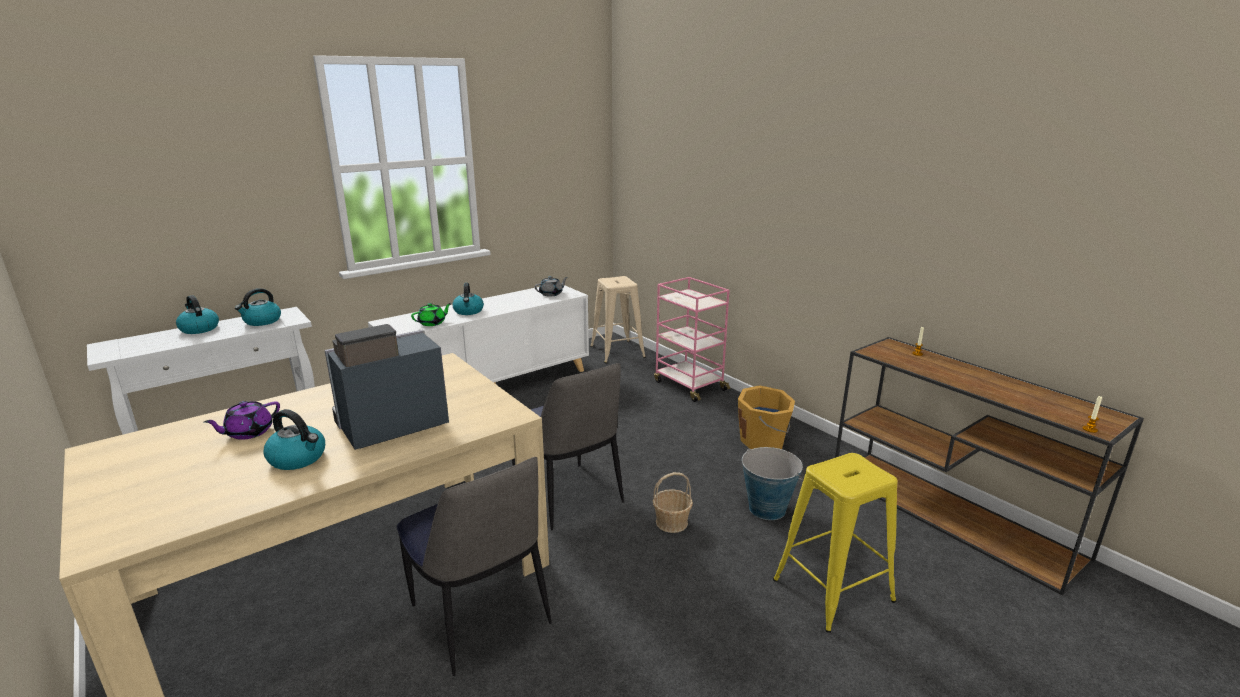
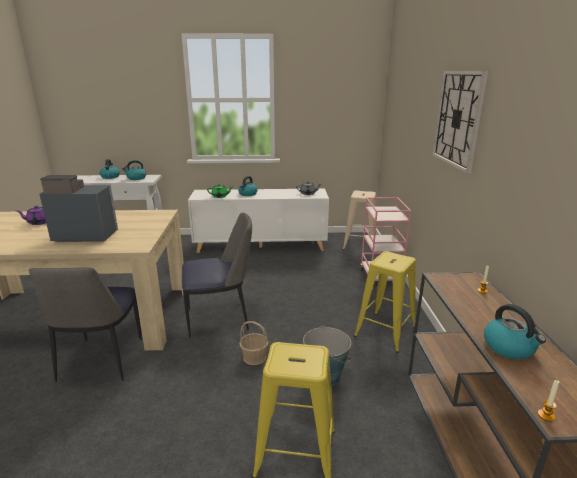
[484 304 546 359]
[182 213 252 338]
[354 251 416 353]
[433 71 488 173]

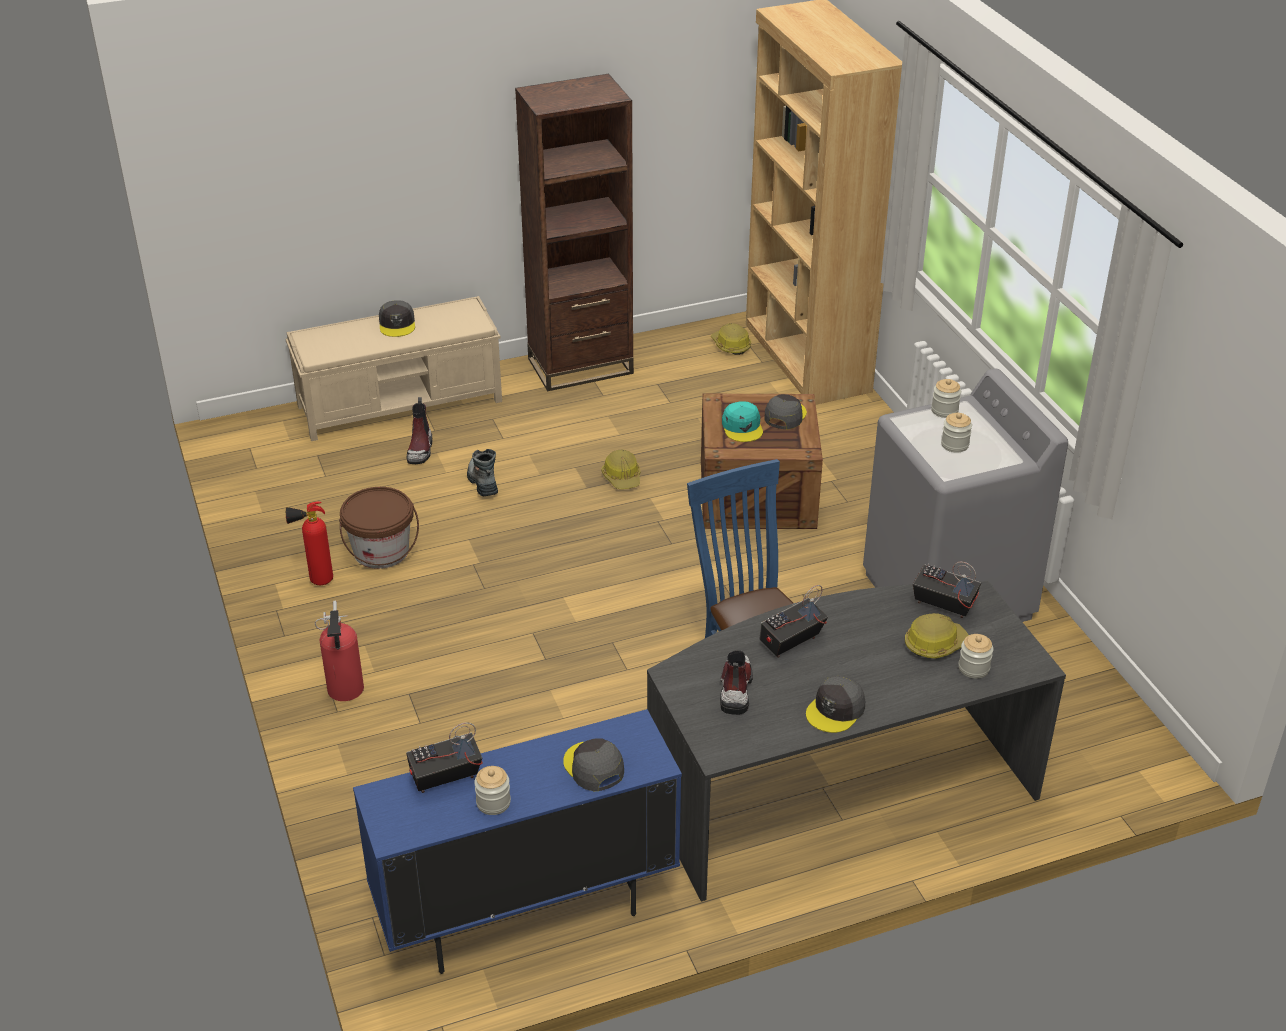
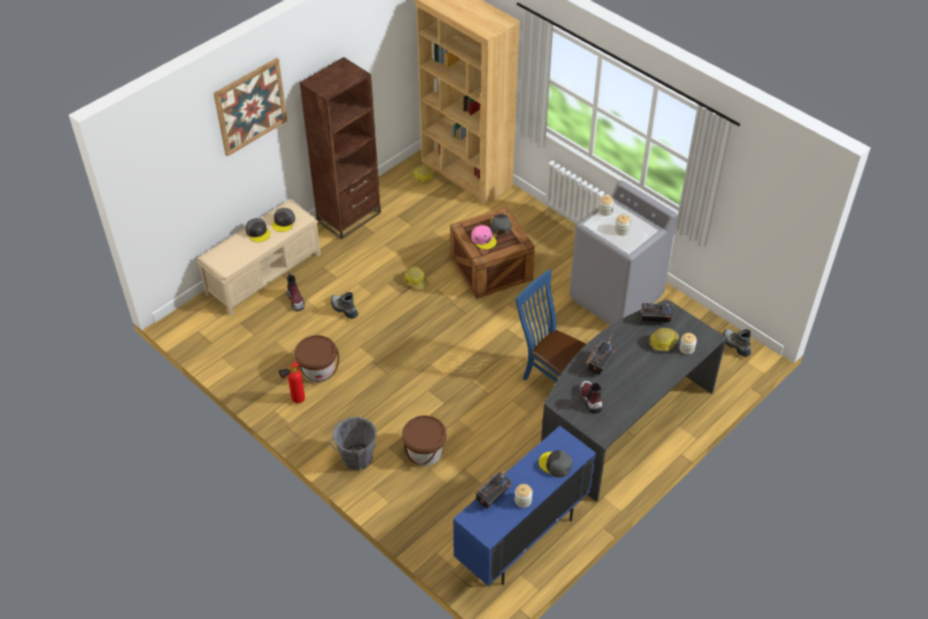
[330 417 377 470]
[471 225 496 249]
[272 208 295 232]
[214 58 287 157]
[402 415 446 466]
[723 329 751 357]

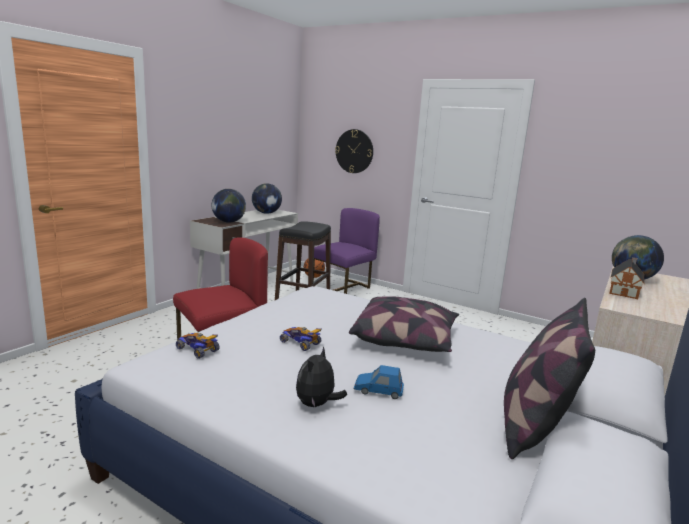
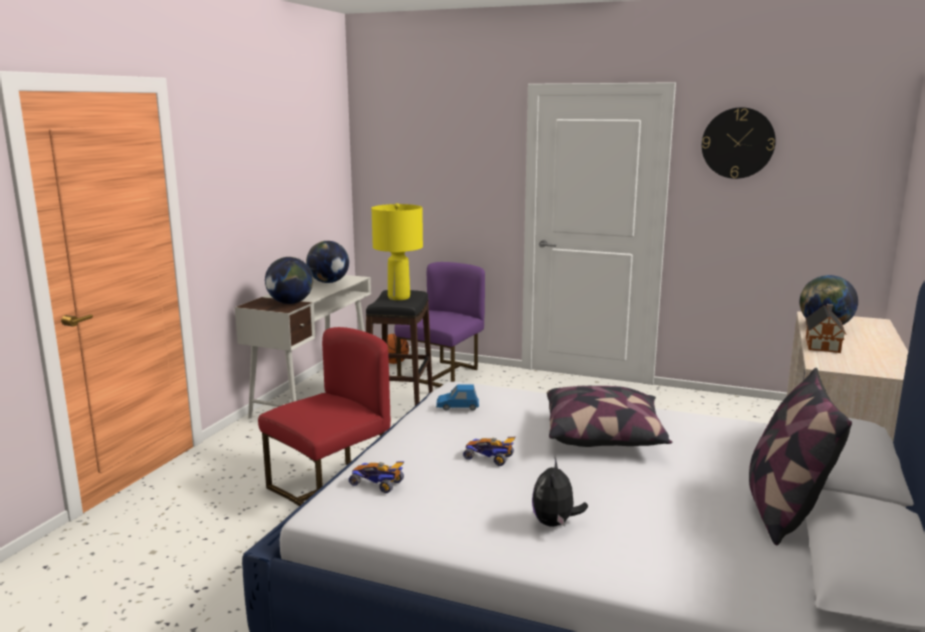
[702 107 776 179]
[436 384 479 411]
[371 203 423 300]

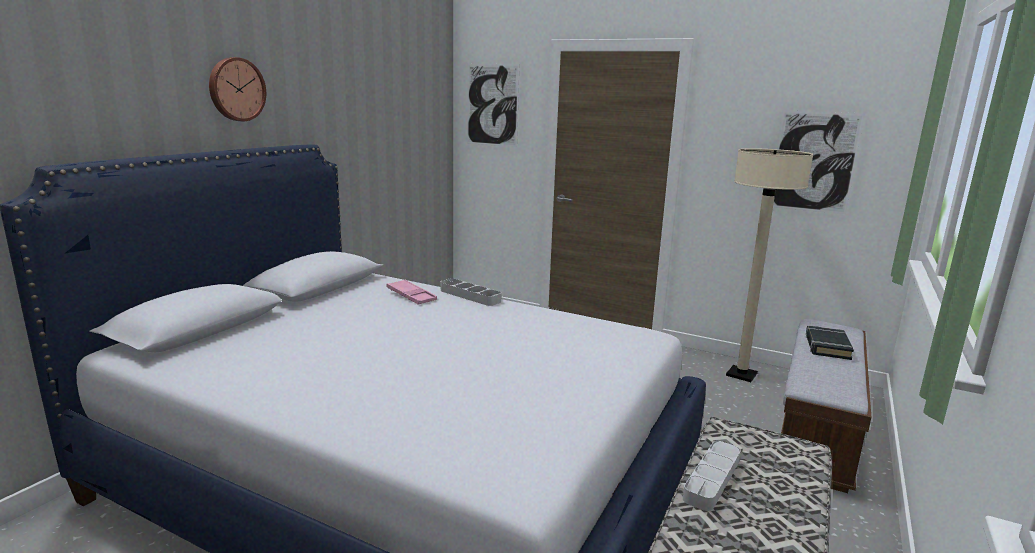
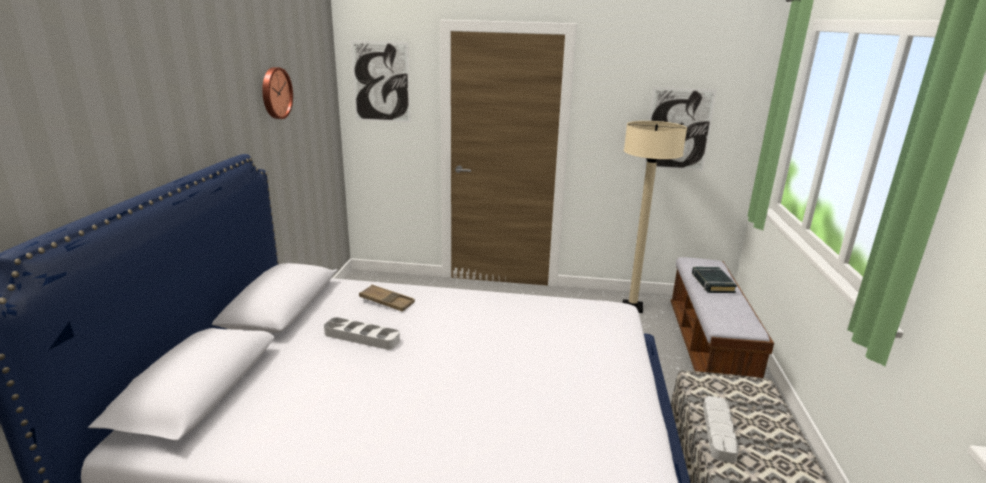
[262 67 293 119]
[359 285 415 312]
[324 317 400 350]

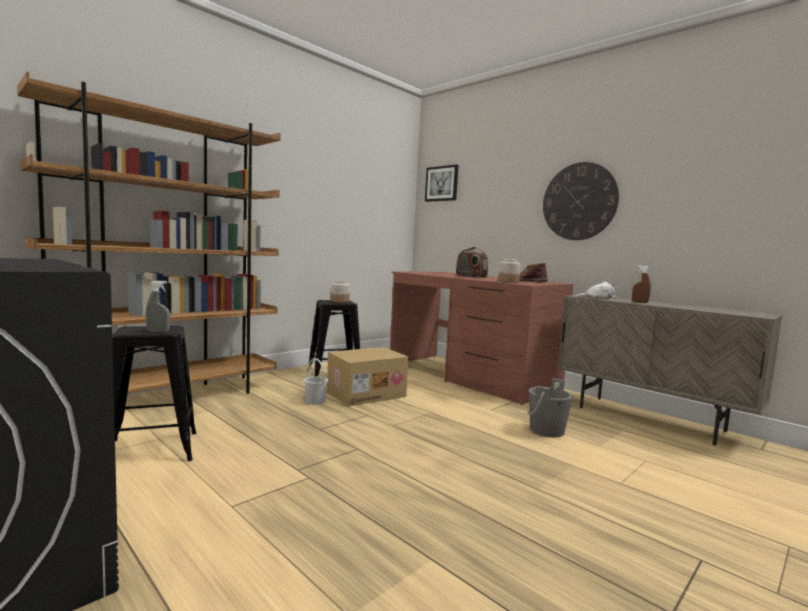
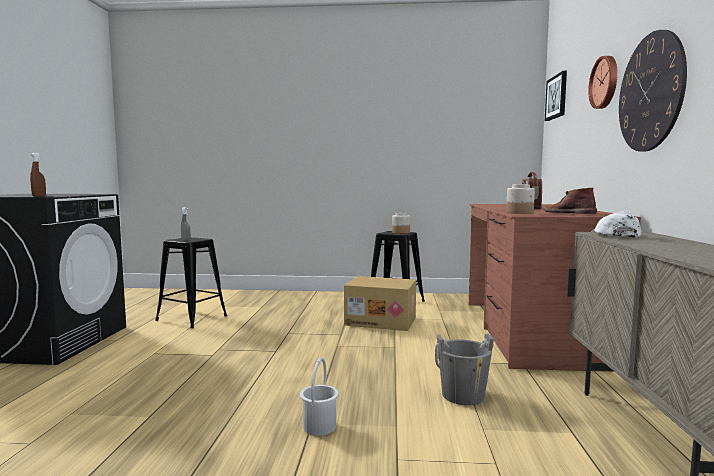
[17 72 281 394] (first image)
[300 357 339 436]
[30 153 46 197]
[588 56 618 109]

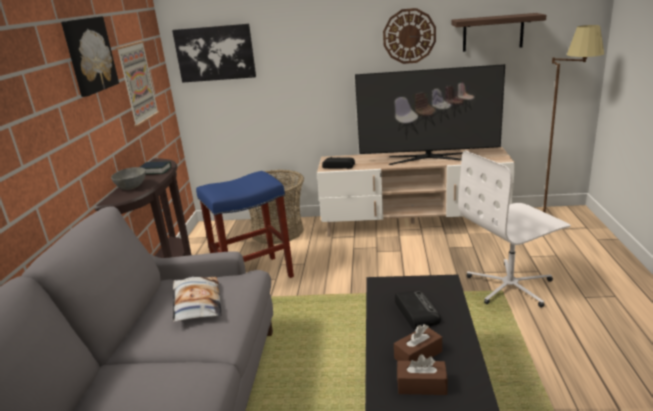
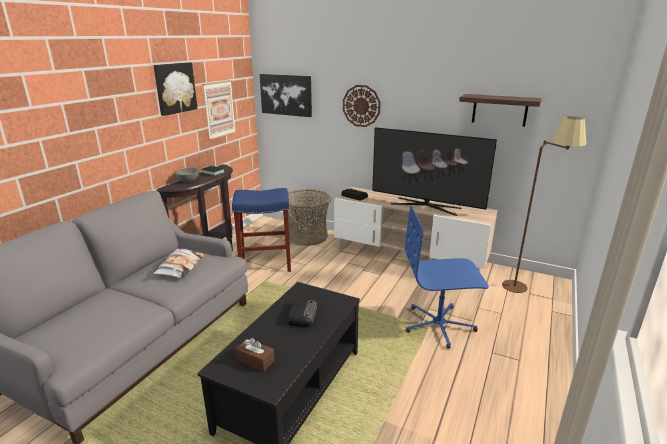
[343 85 381 127]
[394 324 442 361] (first image)
[405 205 489 349]

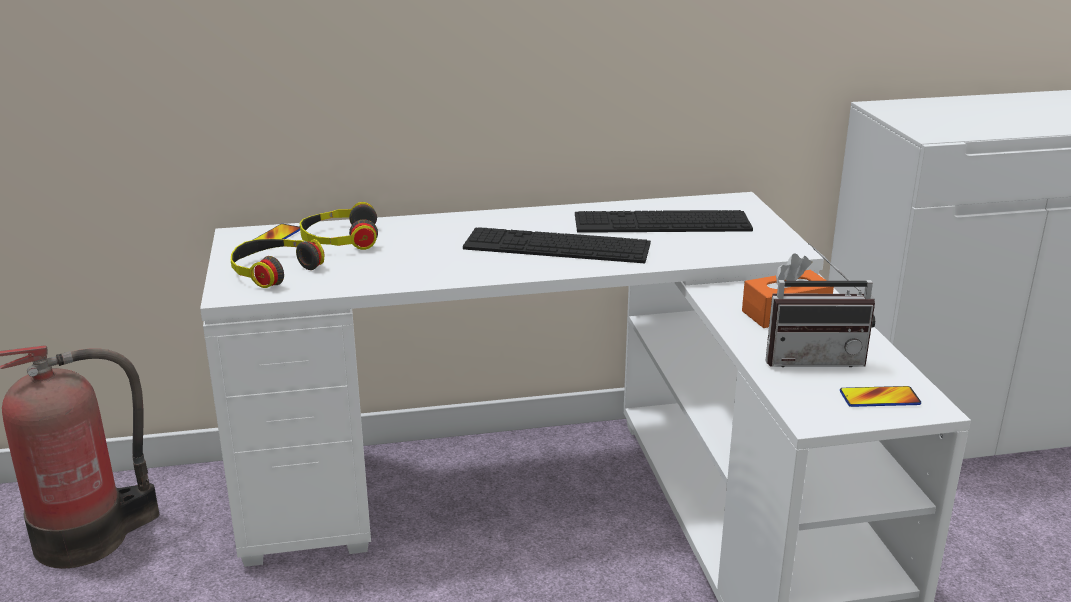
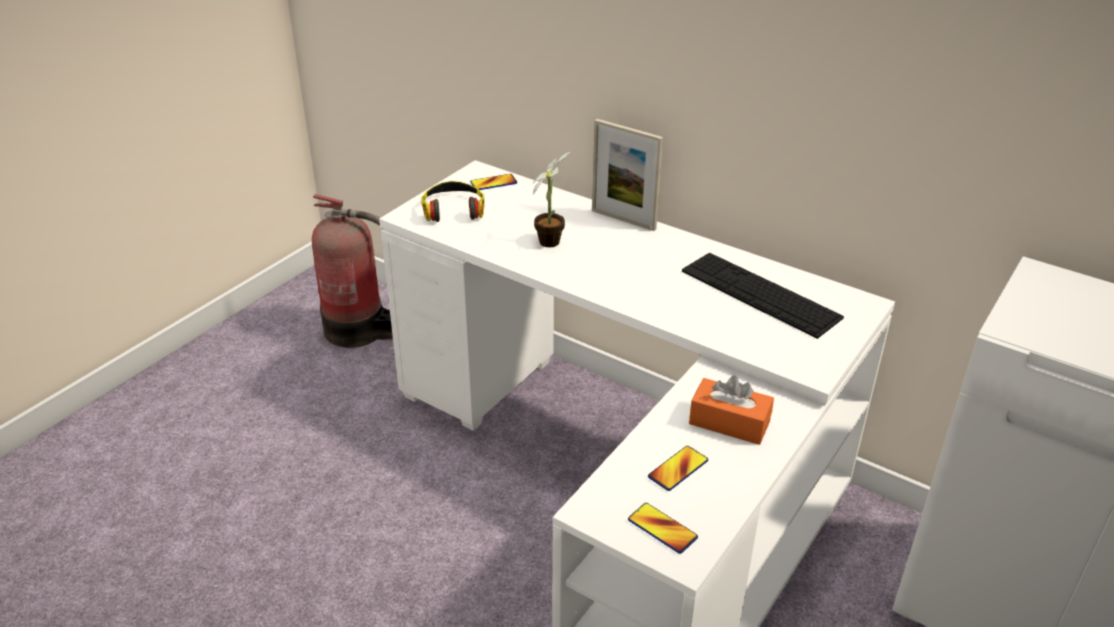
[299 202 378 250] (first image)
[463 227 651 263] (first image)
[648 446 708 491]
[532 152 570 247]
[592 119 663 231]

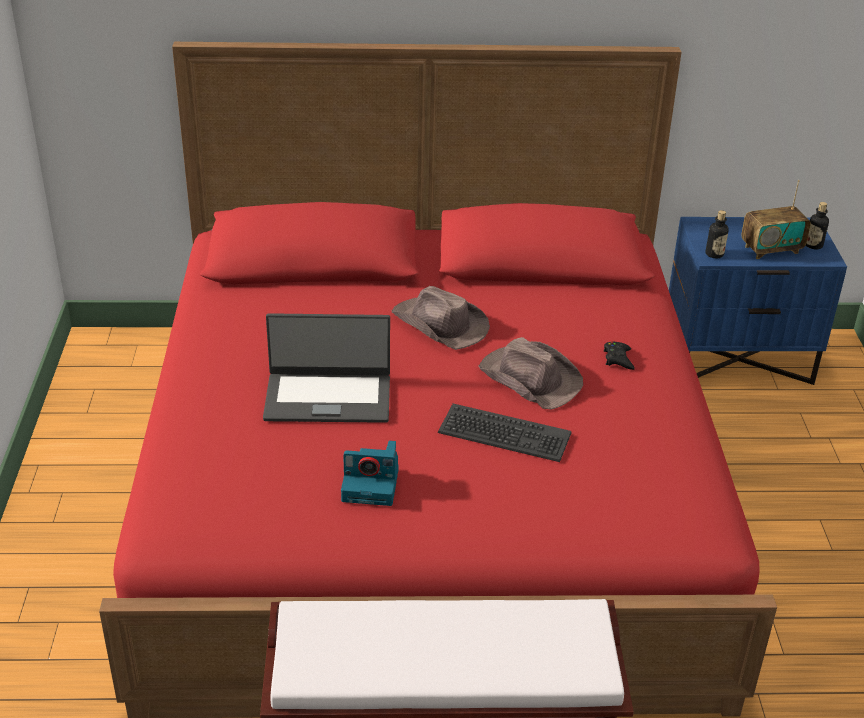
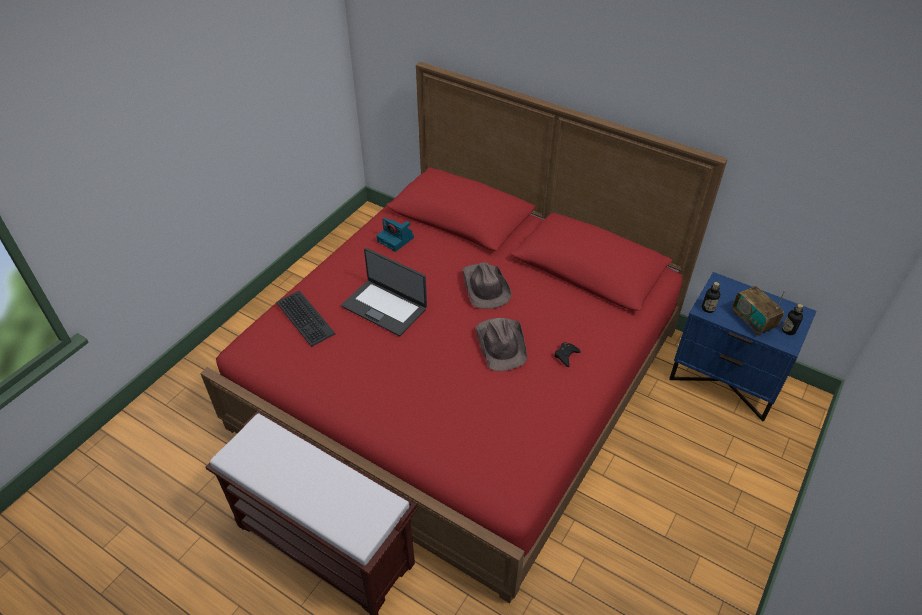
[376 218 414 252]
[276 290 335 347]
[732 286 785 336]

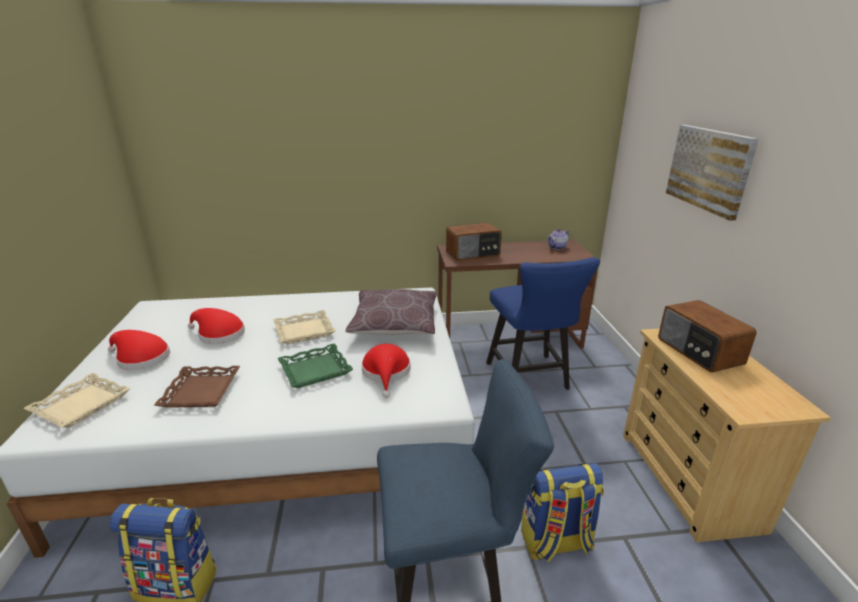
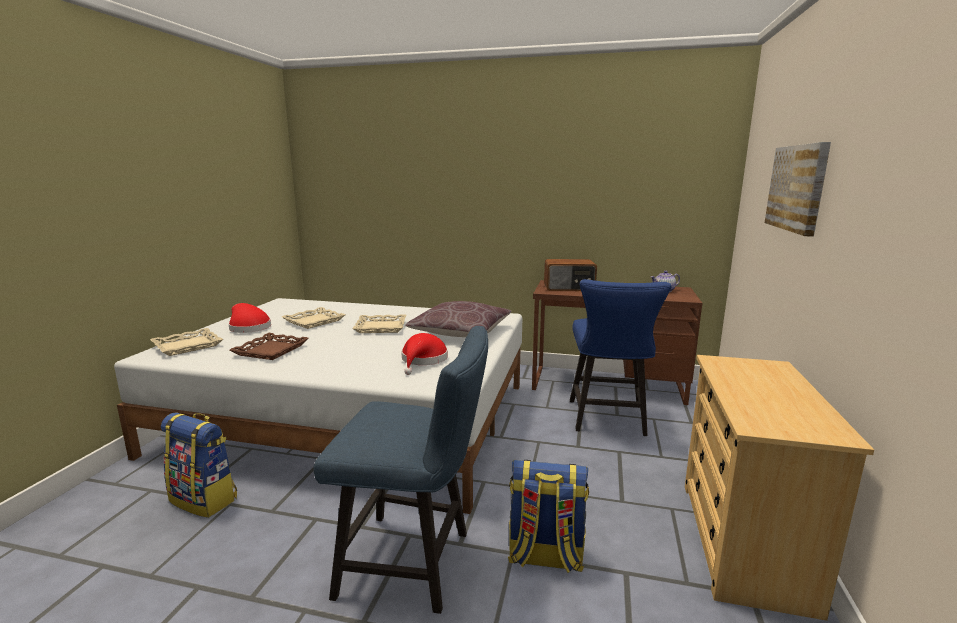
[282 307 345 329]
[277 344 353 388] (first image)
[658 300 757 372] (first image)

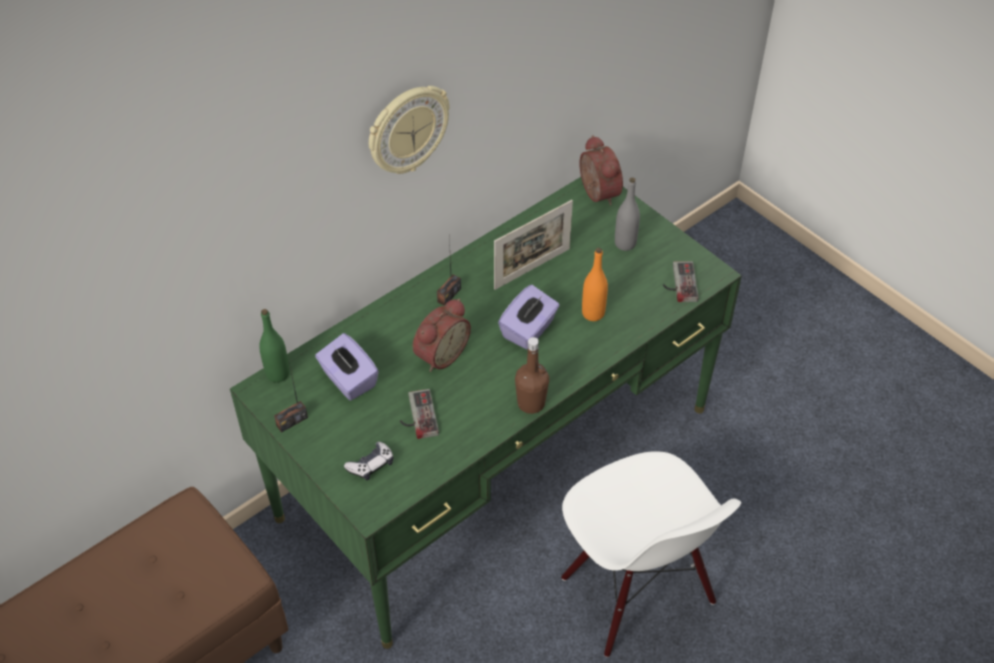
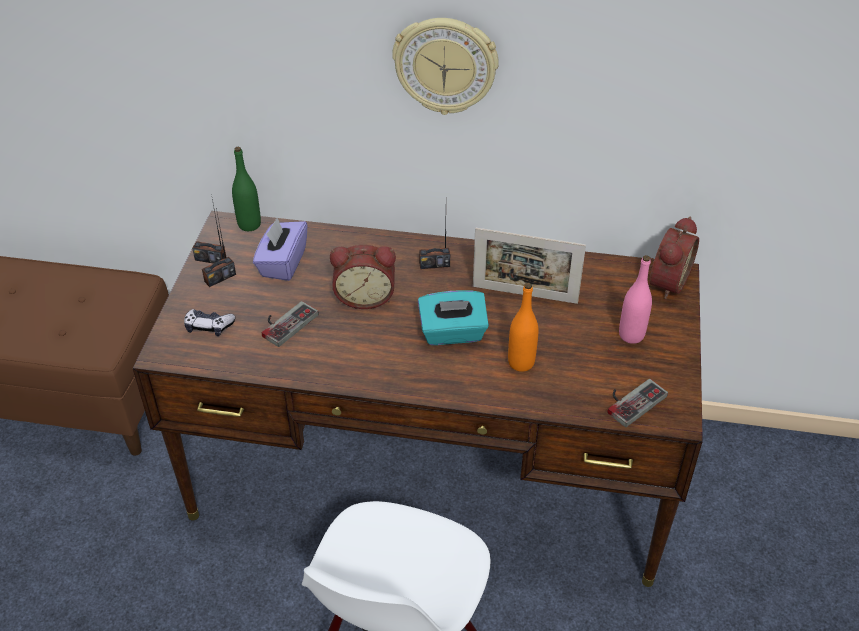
[133 211 703 587]
[418 290 489 345]
[515 337 549 414] (first image)
[619 255 652 344]
[202 208 236 287]

